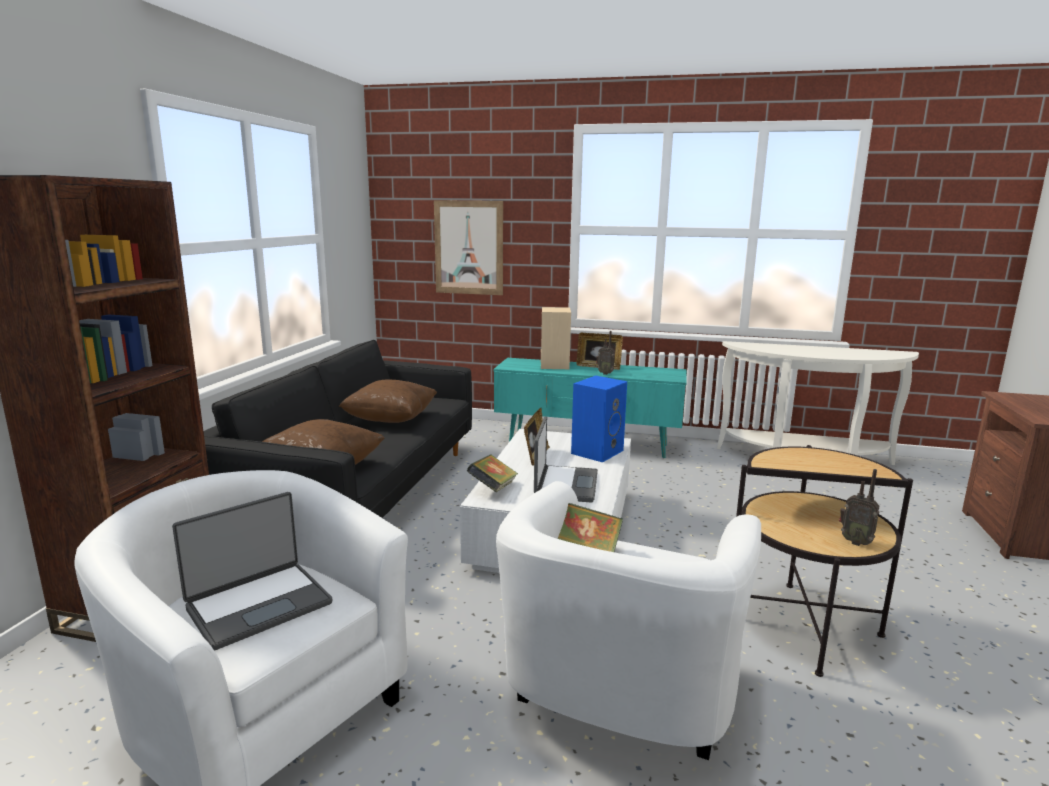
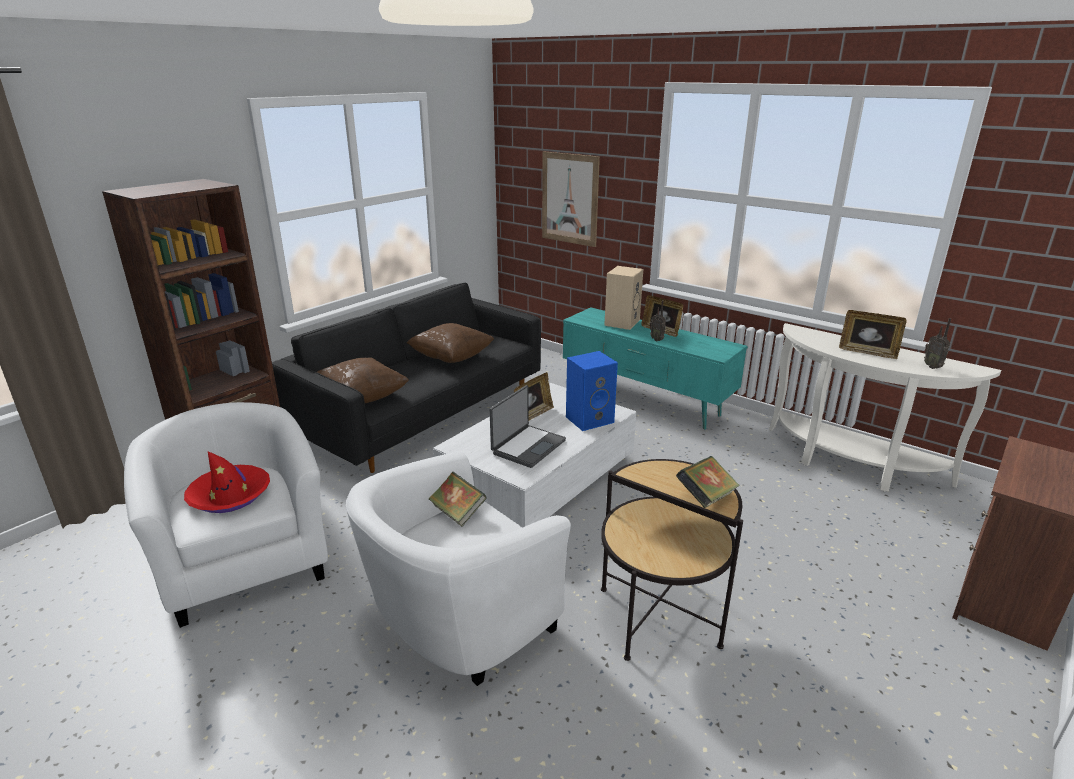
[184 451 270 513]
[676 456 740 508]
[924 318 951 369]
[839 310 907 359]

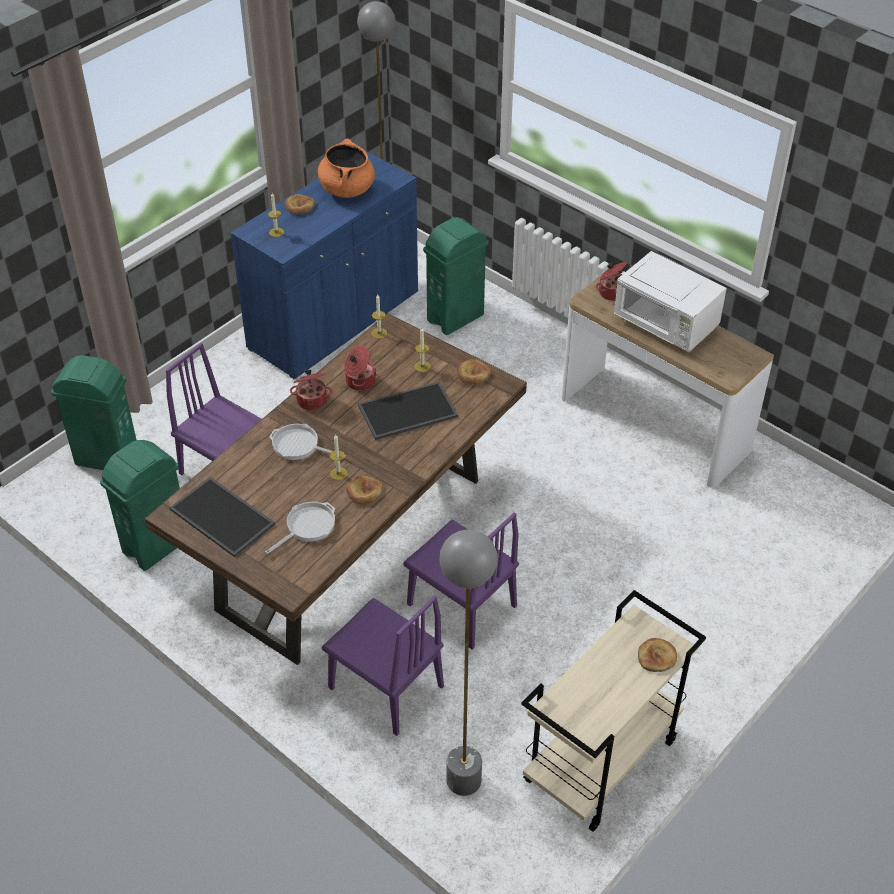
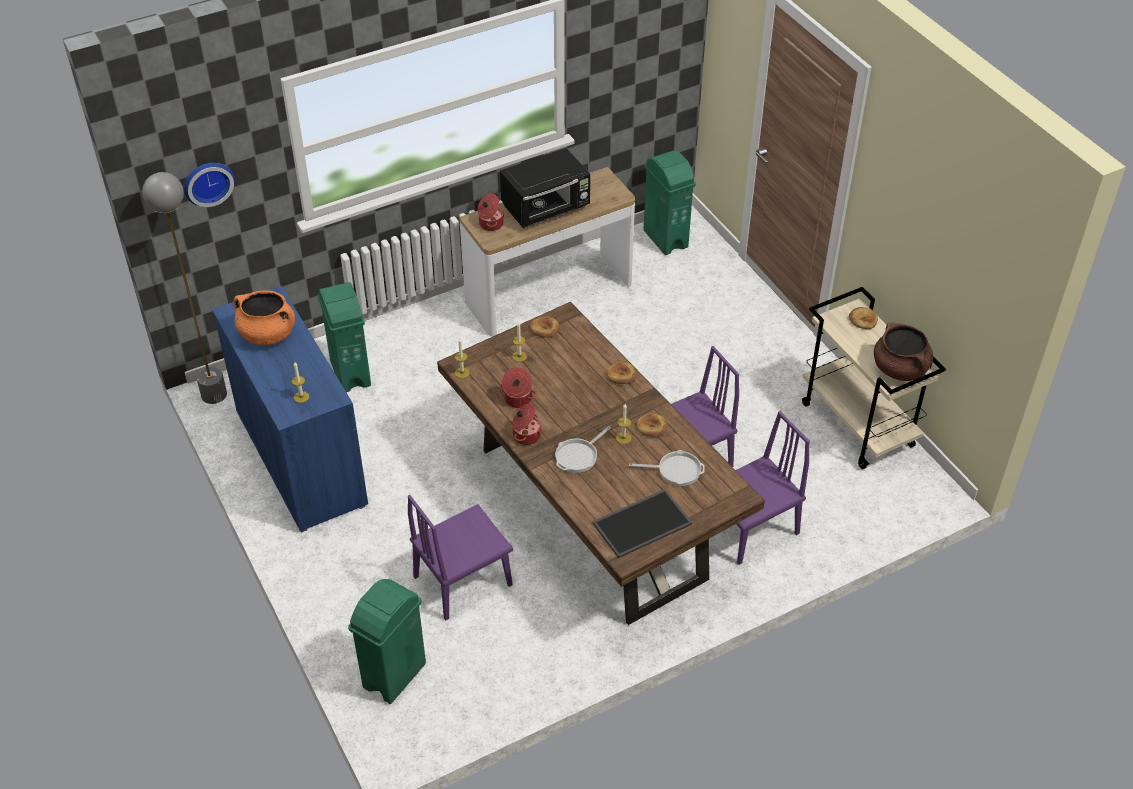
[644 150 696 255]
[629 450 705 486]
[607 362 637 384]
[358 382 458 440] (first image)
[439 530 498 796] (first image)
[500 148 590 228]
[184 163 235 207]
[874 322 933 381]

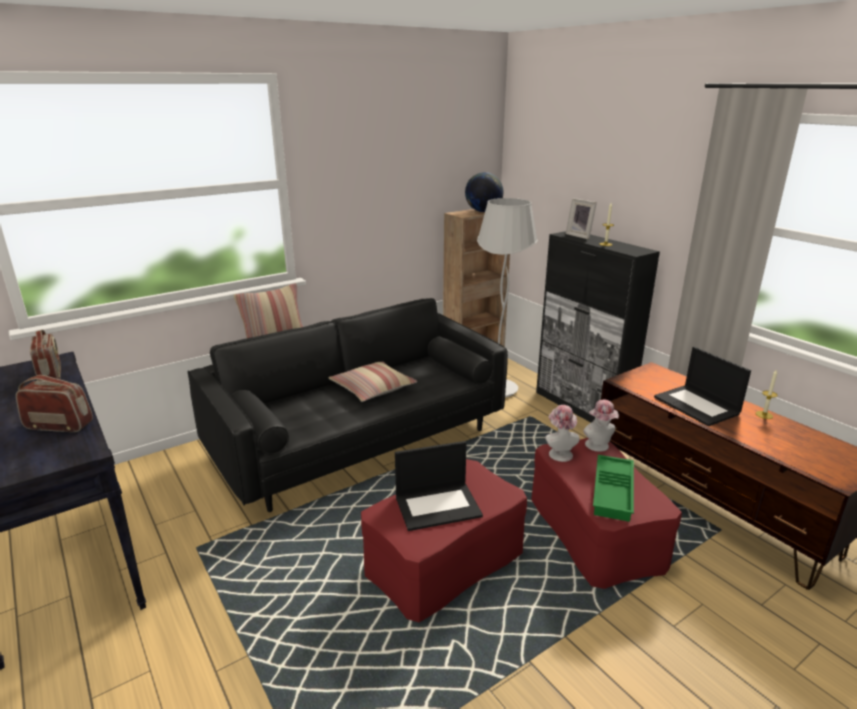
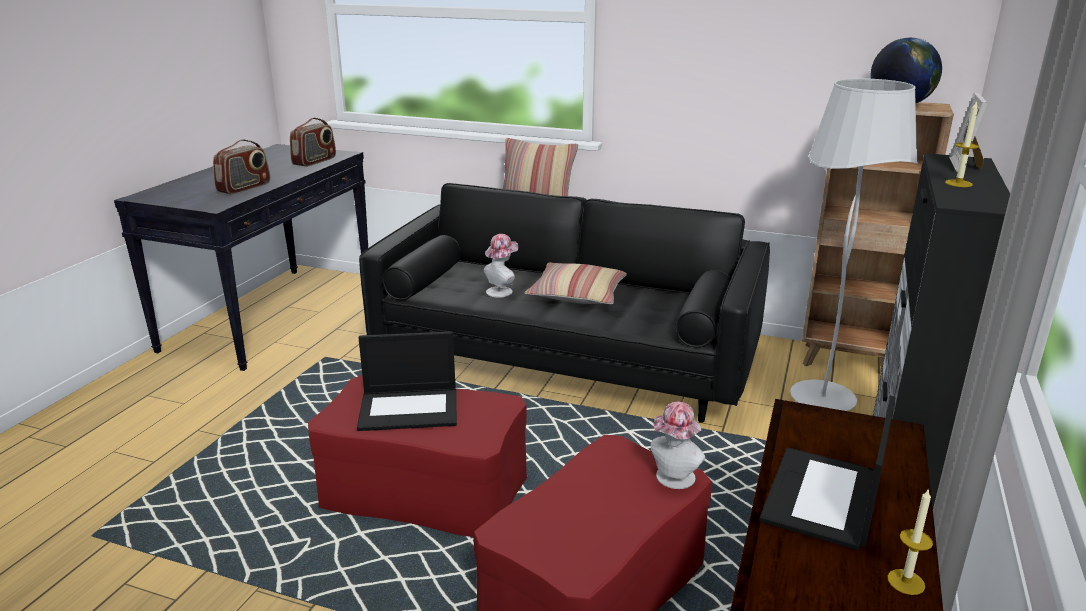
[213 140 270 194]
[357 331 457 431]
[484 234 518 298]
[593 455 634 522] (first image)

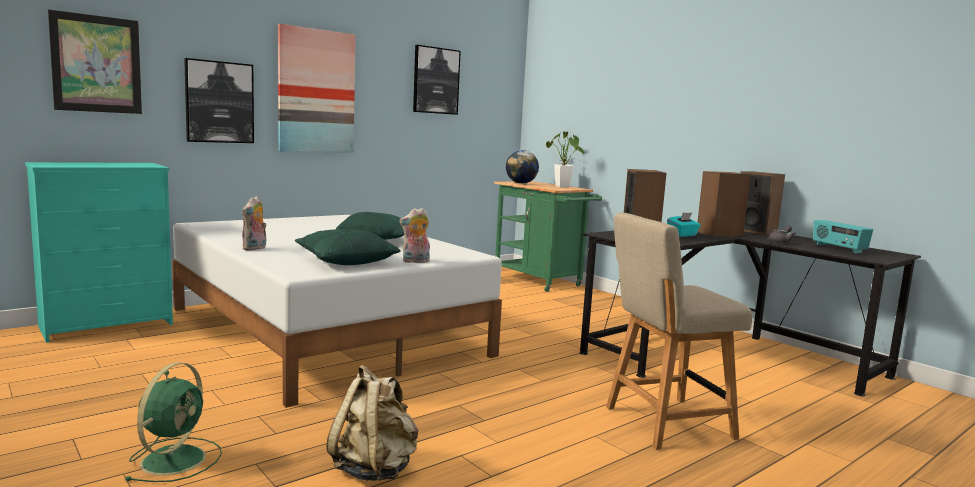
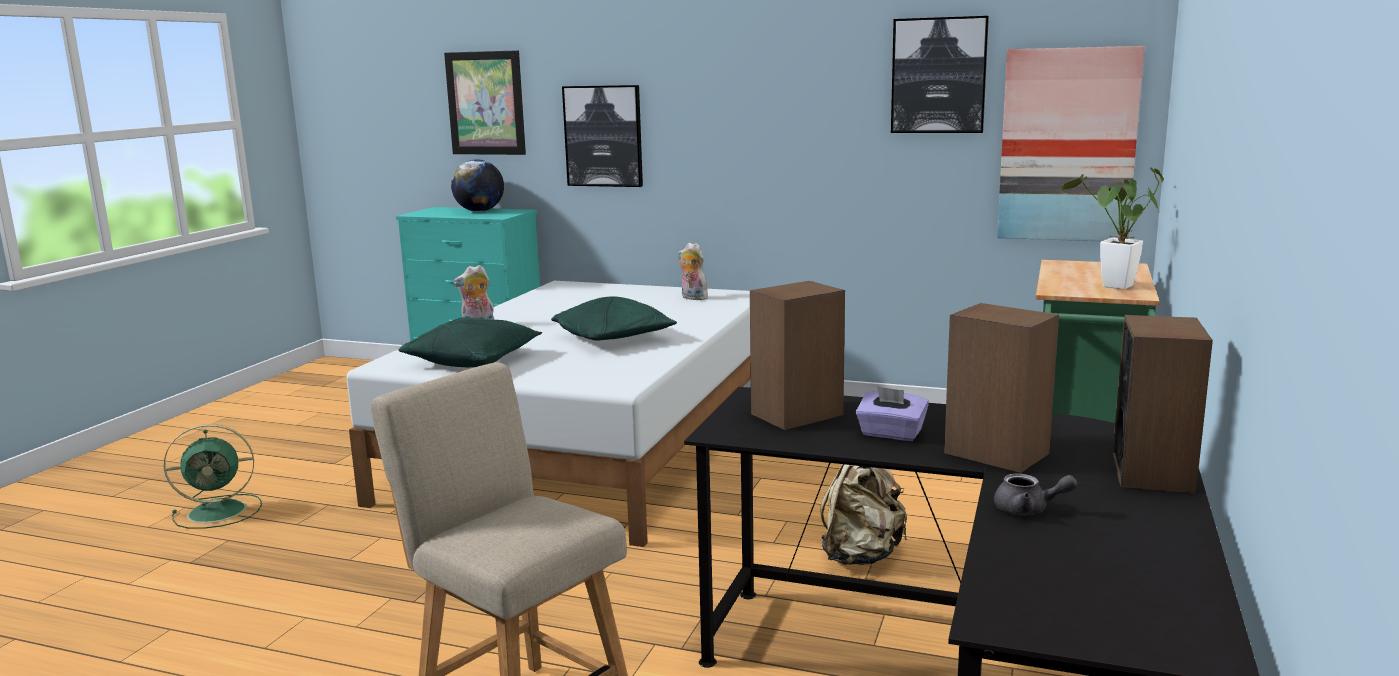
[997 46 1145 241]
[820 464 907 565]
[678 243 708 300]
[451 159 504 212]
[856 386 929 441]
[813 220 873 253] (first image)

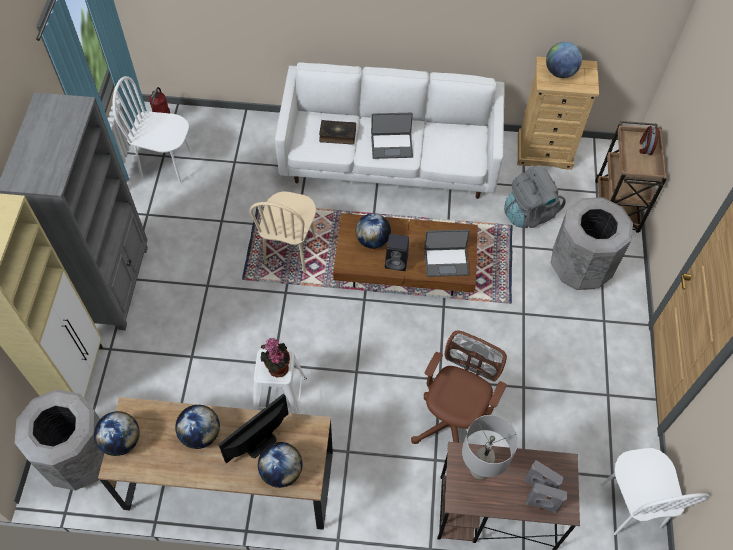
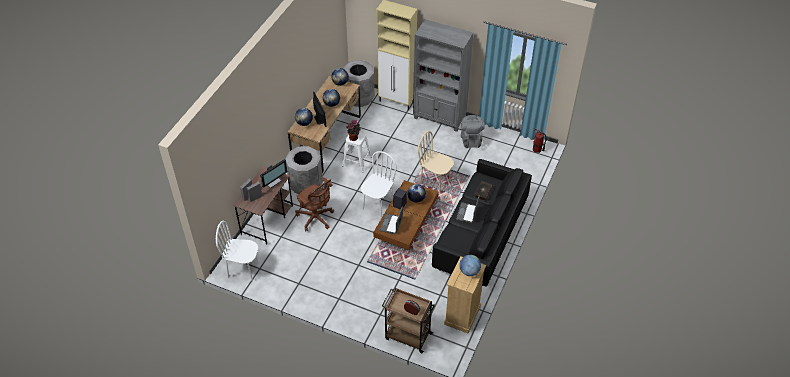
[361 151 397 217]
[432 159 532 287]
[260 159 287 188]
[461 115 485 148]
[285 146 323 194]

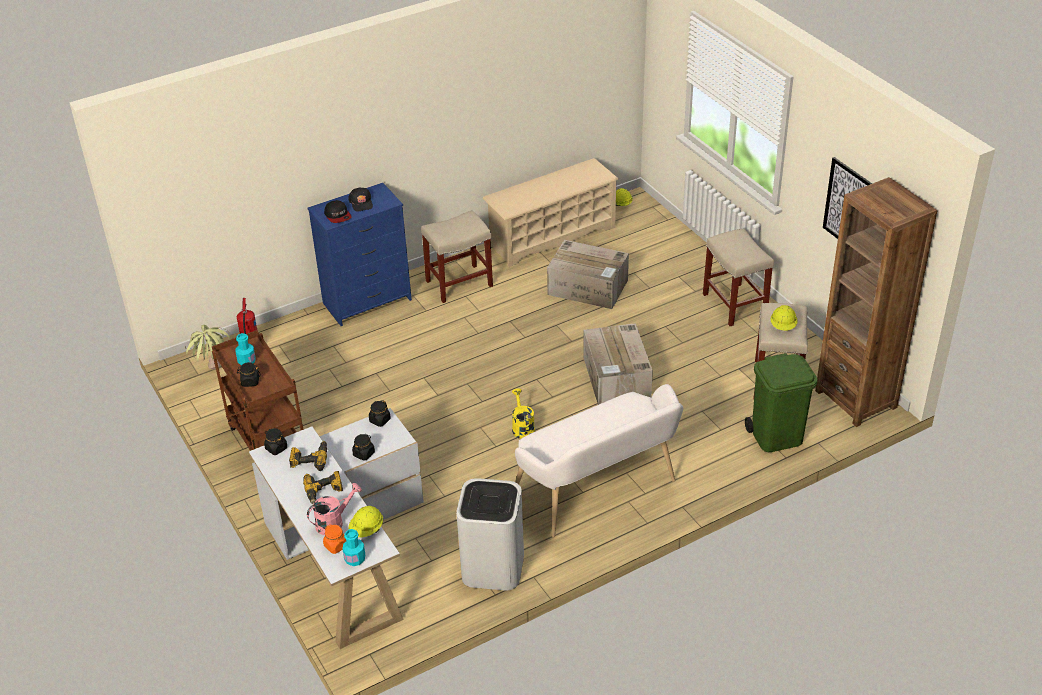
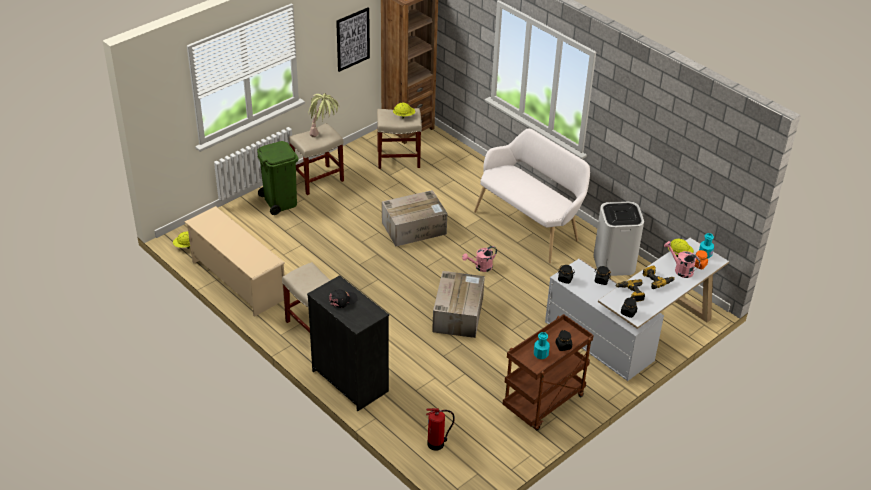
[308 94 340 137]
[307 275 389 411]
[324 200 351 223] (first image)
[462 246 497 272]
[432 271 485 338]
[257 141 298 215]

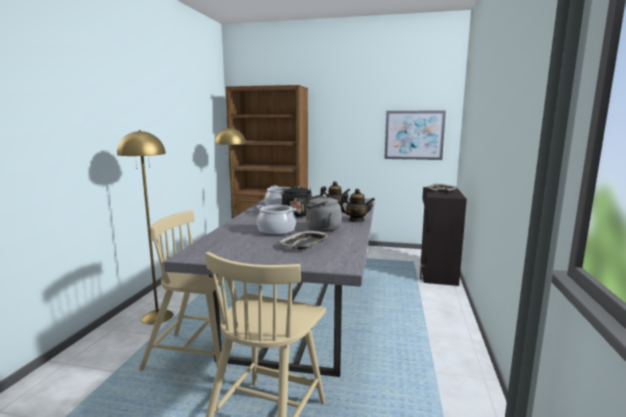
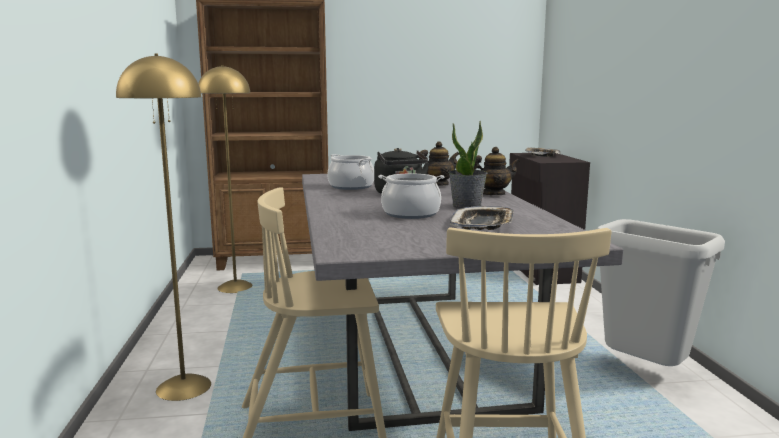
[448 120 487 209]
[384 110 446 160] (first image)
[597 219 725 366]

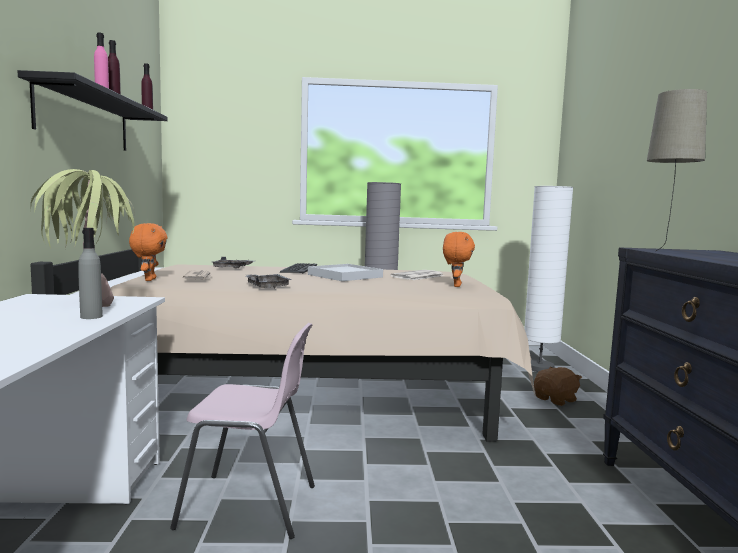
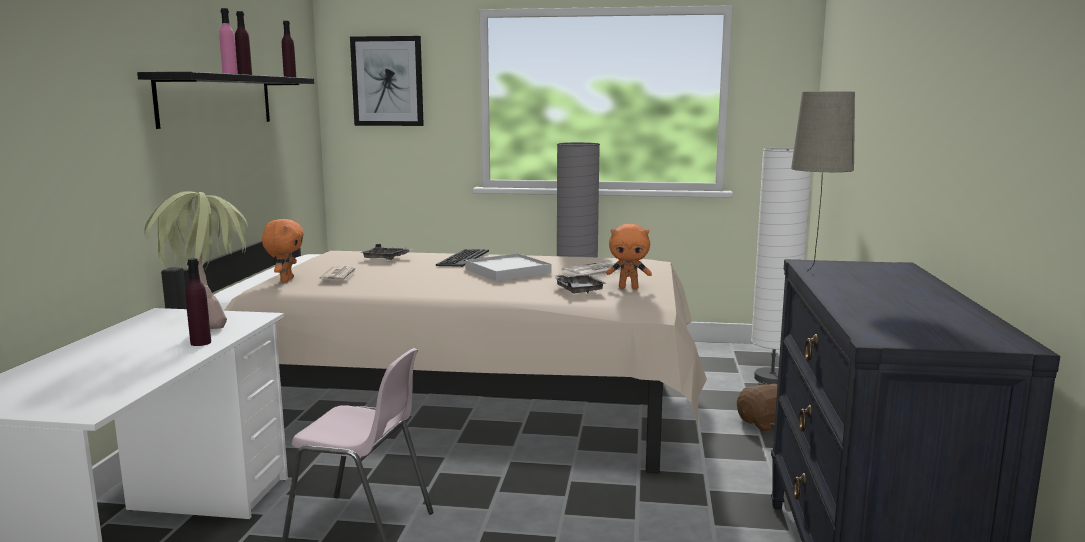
[186 258 211 346]
[553 274 607 293]
[606 224 652 289]
[350 36 424 126]

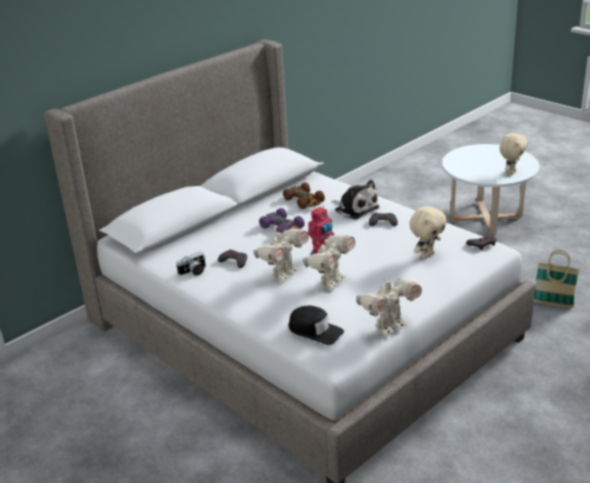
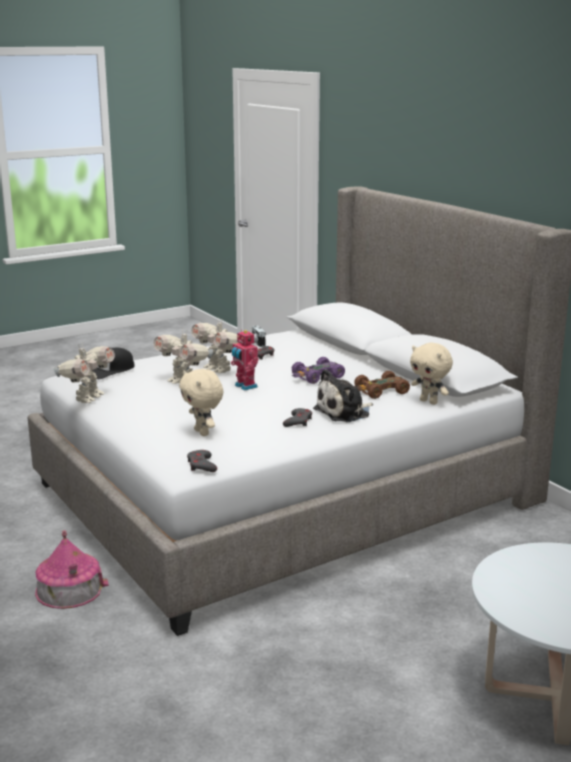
[54 342 115 403]
[410 343 453 405]
[534 250 579 308] (first image)
[35 530 109 609]

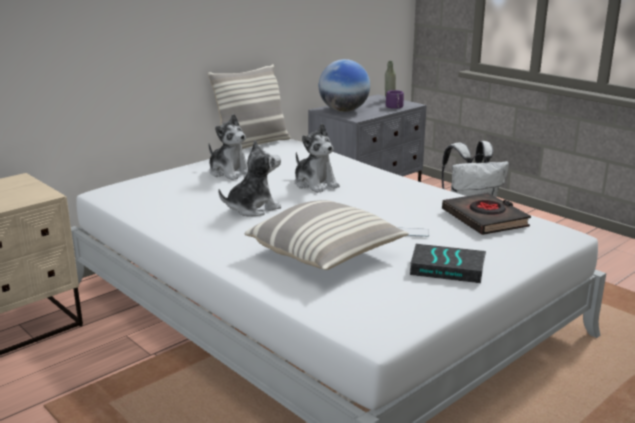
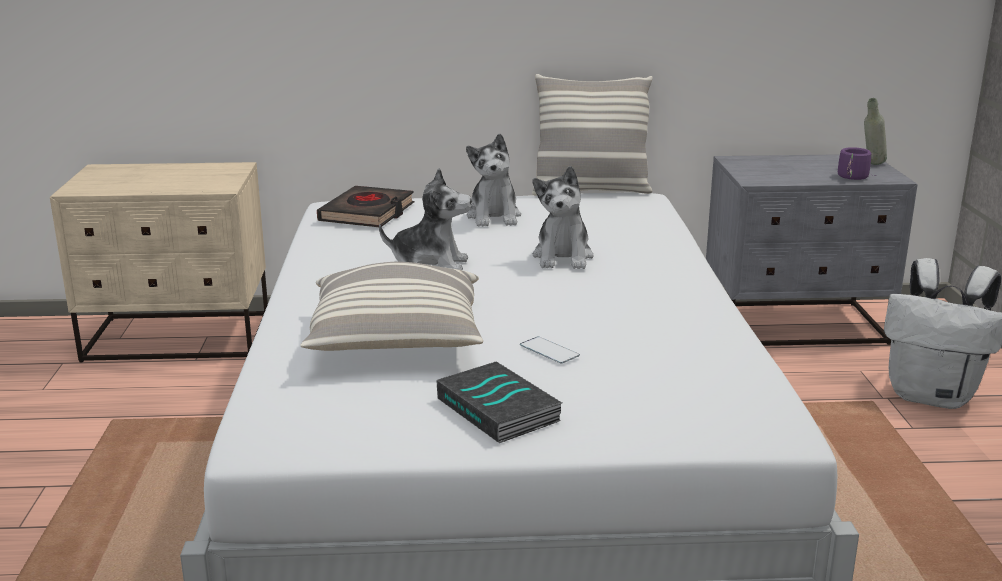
[319 59 370 112] (first image)
[317 186 414 227]

